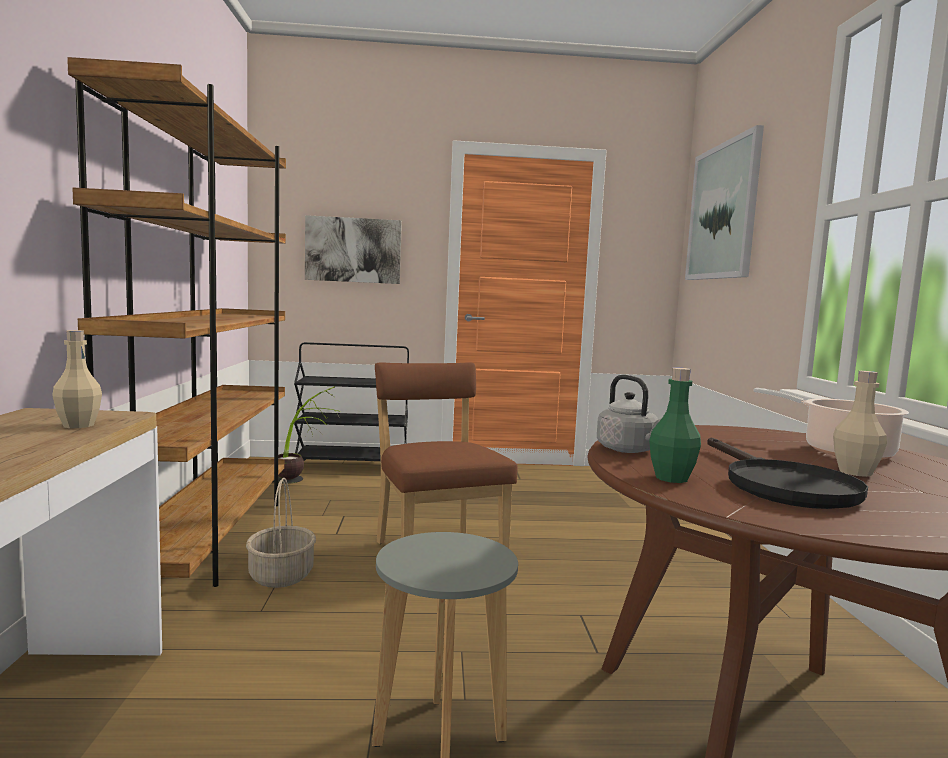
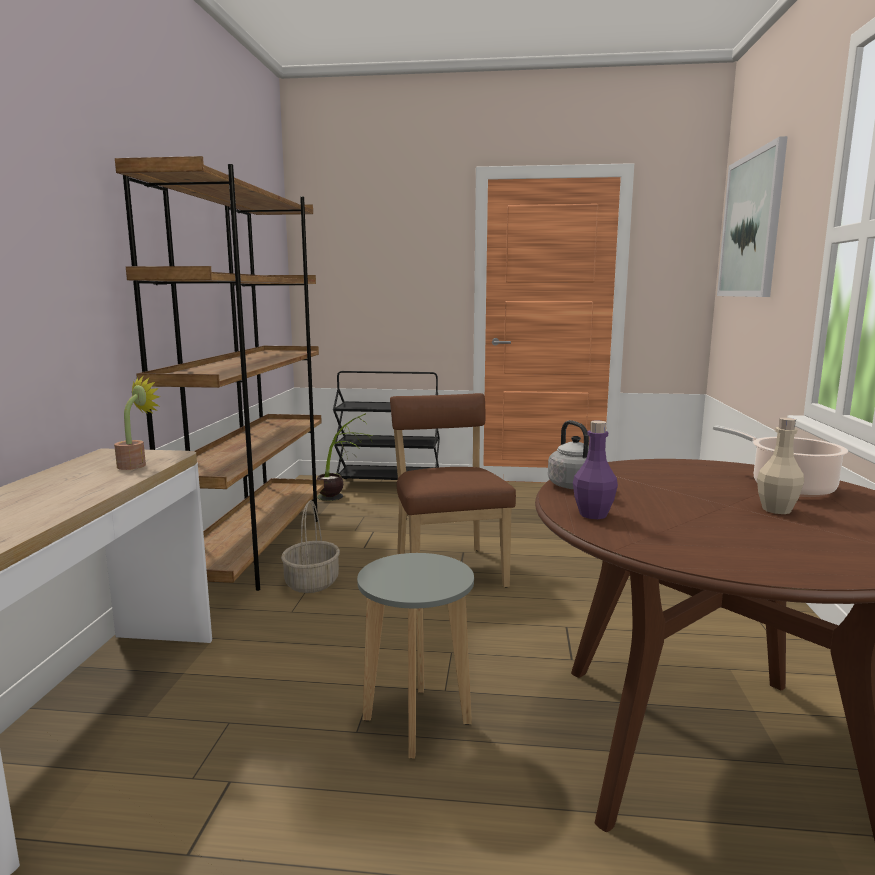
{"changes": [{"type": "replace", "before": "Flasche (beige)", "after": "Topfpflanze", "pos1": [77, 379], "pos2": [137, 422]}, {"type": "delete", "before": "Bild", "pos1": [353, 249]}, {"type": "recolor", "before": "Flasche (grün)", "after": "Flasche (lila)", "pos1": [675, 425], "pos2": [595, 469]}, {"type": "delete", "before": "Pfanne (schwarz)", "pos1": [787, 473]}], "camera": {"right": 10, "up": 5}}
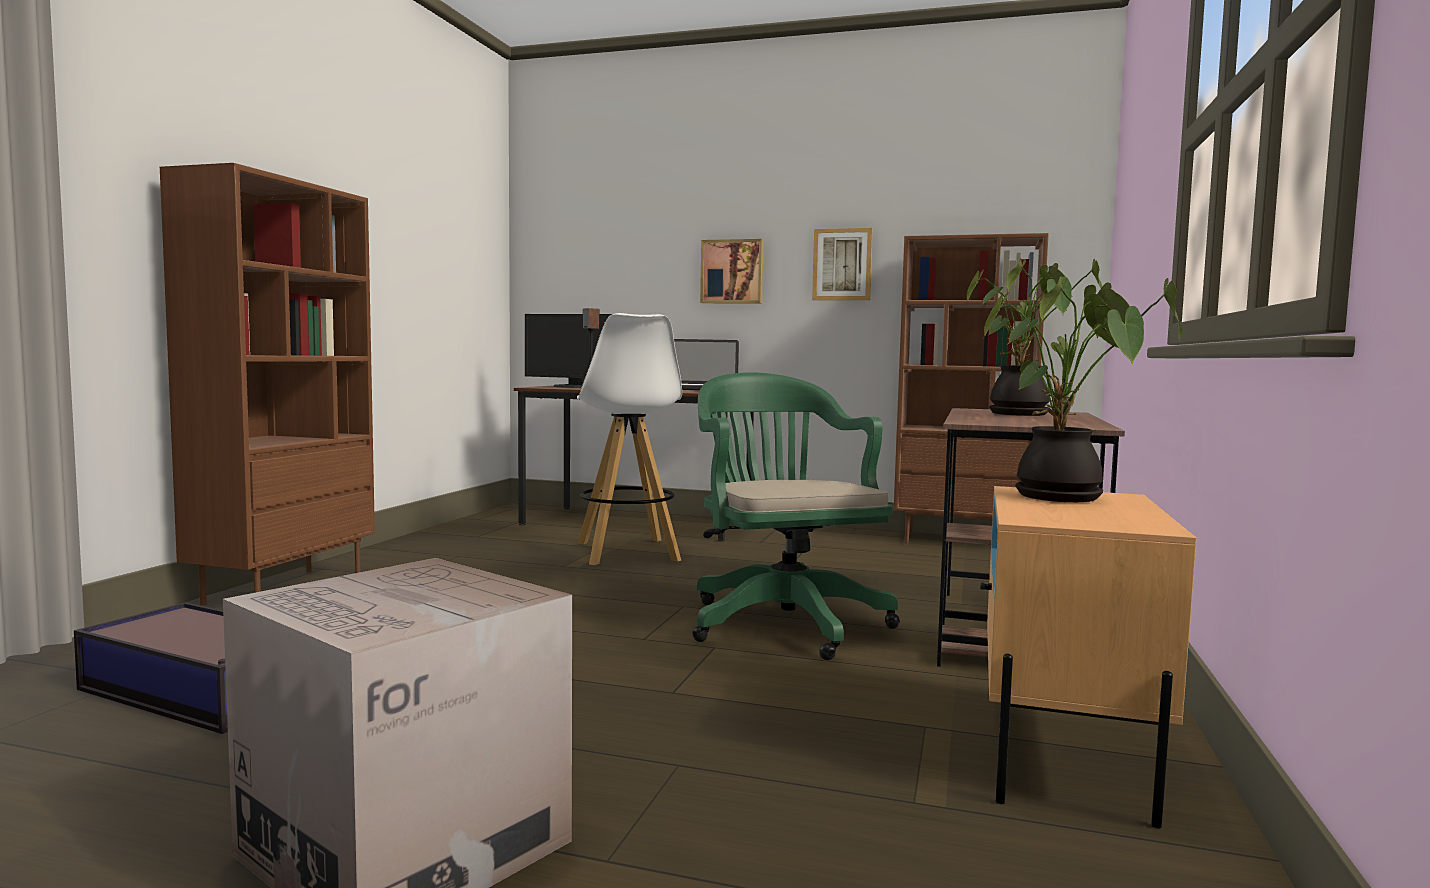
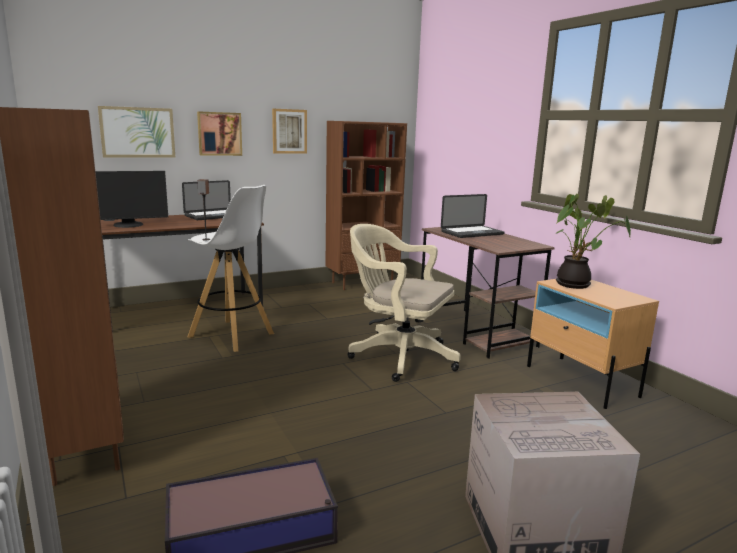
{"changes": [{"type": "recolor", "before": "Bürostuhl (grün)", "after": "Bürostuhl (beige)", "pos1": [796, 516], "pos2": [404, 303]}, {"type": "replace", "before": "Topfpflanze", "after": "Laptop", "pos1": [1034, 337], "pos2": [473, 216]}, {"type": "insert", "after": "Bild", "pos2": [137, 132]}], "camera": {"right": -45, "up": 10}}
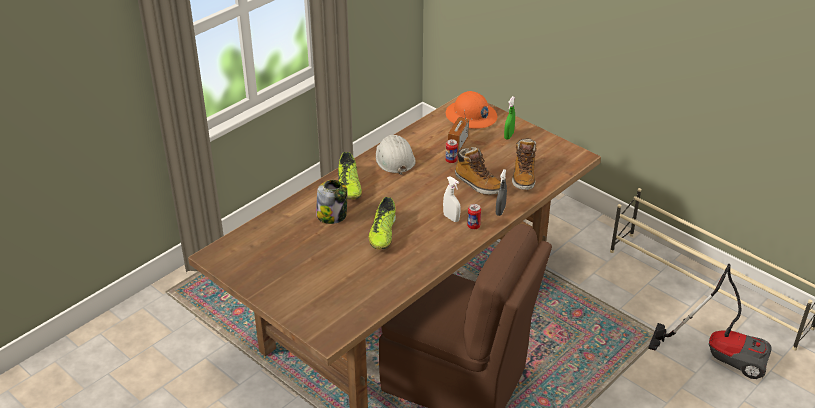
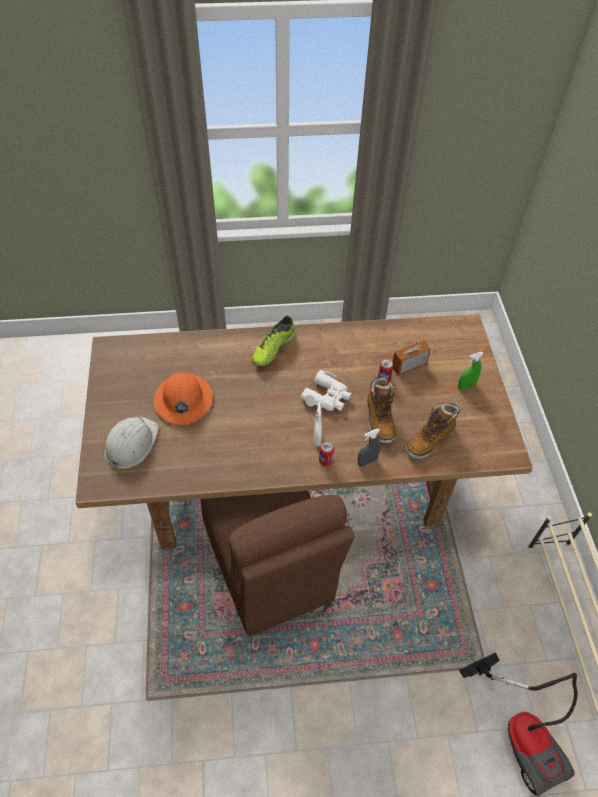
{"changes": [{"type": "delete", "before": "Vorratsglas", "pos1": [332, 202]}, {"type": "delete", "before": "Schuh", "pos1": [382, 223]}, {"type": "move", "before": "Schutzhelm (weiß)", "pos1": [396, 155], "pos2": [131, 442]}, {"type": "move", "before": "Schutzhelm (orange)", "pos1": [471, 110], "pos2": [183, 398]}, {"type": "insert", "after": "Fernglas (weiß)", "pos2": [326, 390]}], "camera": {"right": 40, "up": 15}}
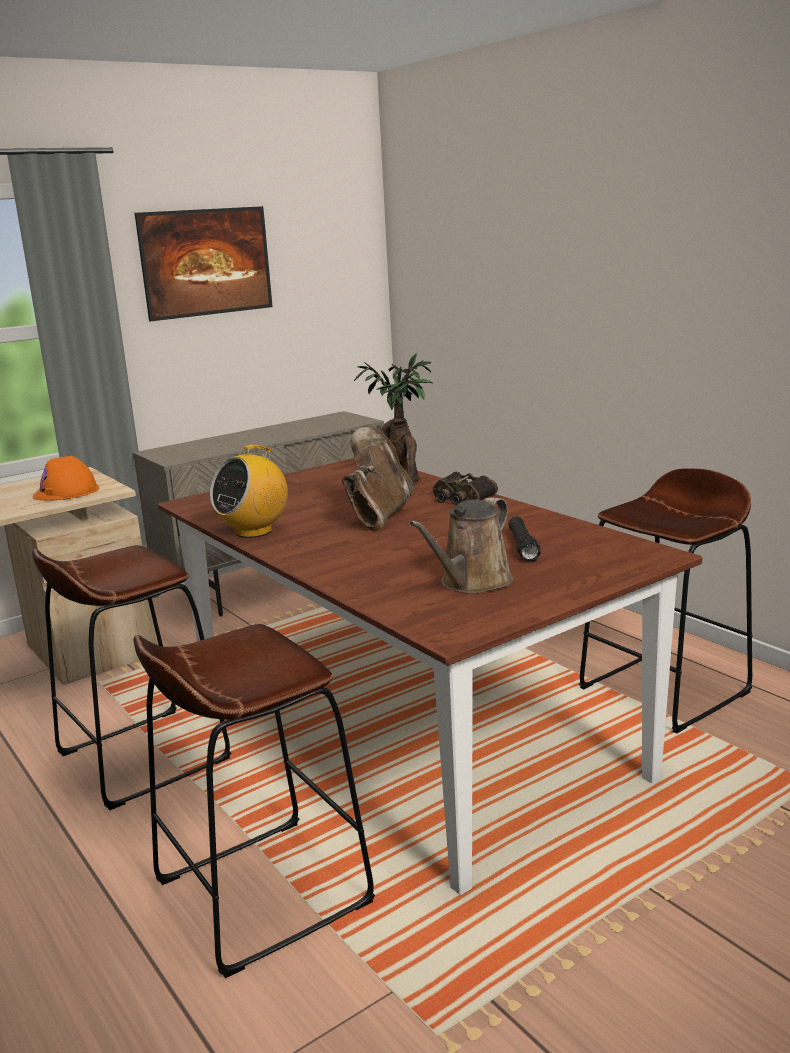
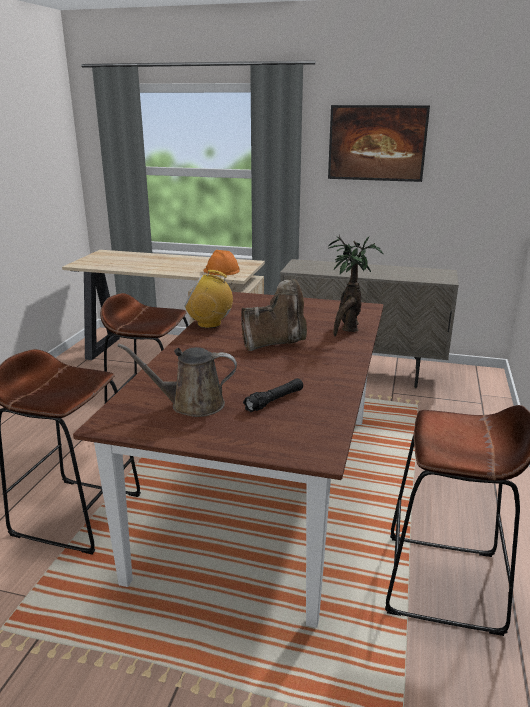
{"changes": [{"type": "delete", "before": "Fernglas", "pos1": [465, 488]}], "camera": {"right": 50, "up": 5}}
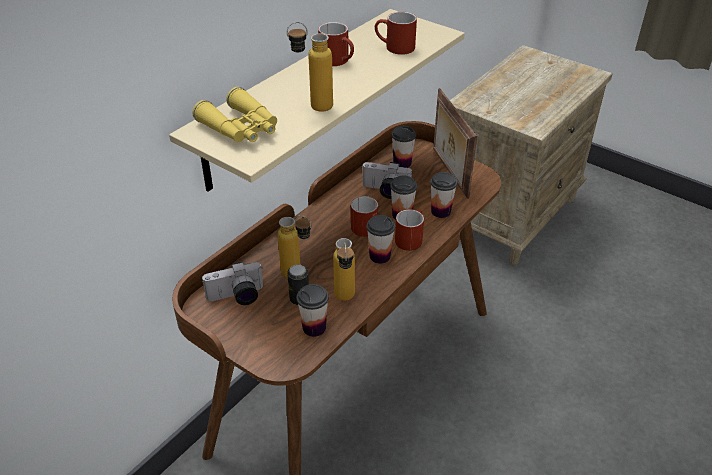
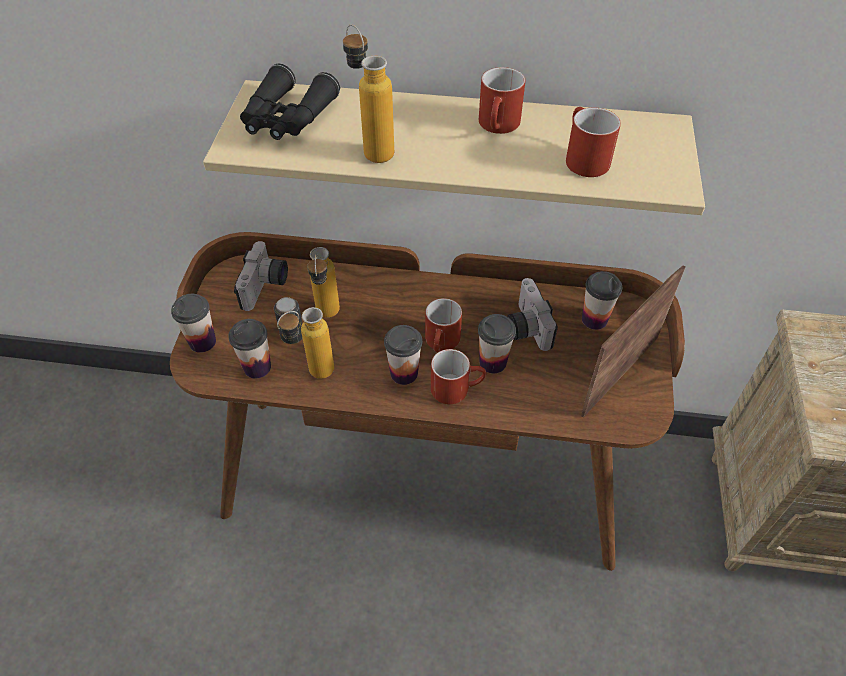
{"changes": [{"type": "recolor", "before": "Fernglas (gelb)", "after": "Fernglas (schwarz)", "pos1": [234, 114], "pos2": [290, 102]}, {"type": "rotate", "before": "Kamera", "pos1": [232, 283], "pos2": [261, 276], "turn": -120}, {"type": "move", "before": "Tasse", "pos1": [443, 195], "pos2": [193, 323]}], "camera": {"right": 60, "up": 10}}
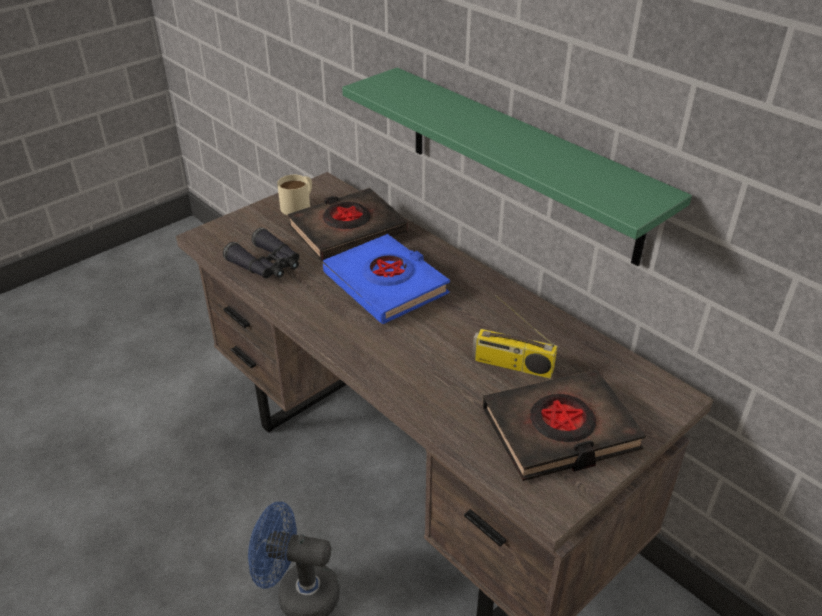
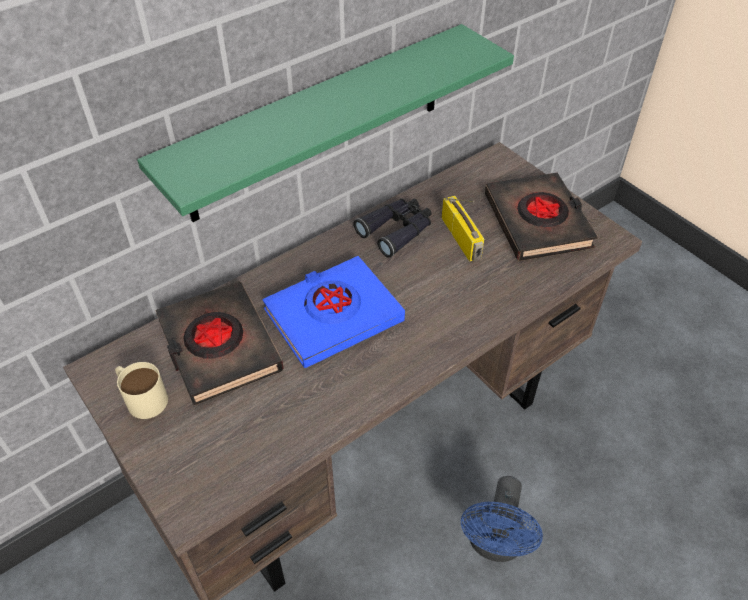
{"changes": [{"type": "move", "before": "Fernglas (schwarz)", "pos1": [261, 253], "pos2": [393, 228]}, {"type": "rotate", "before": "Radio", "pos1": [514, 337], "pos2": [463, 229], "turn": -45}], "camera": {"right": -85, "up": 10}}
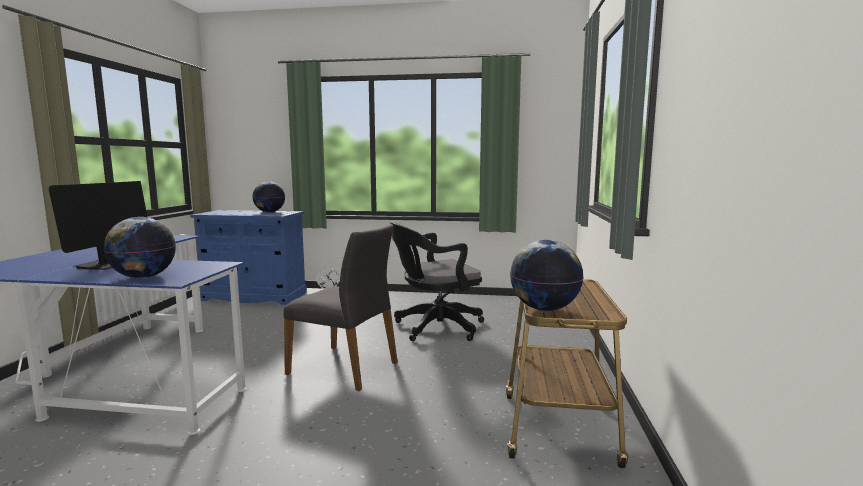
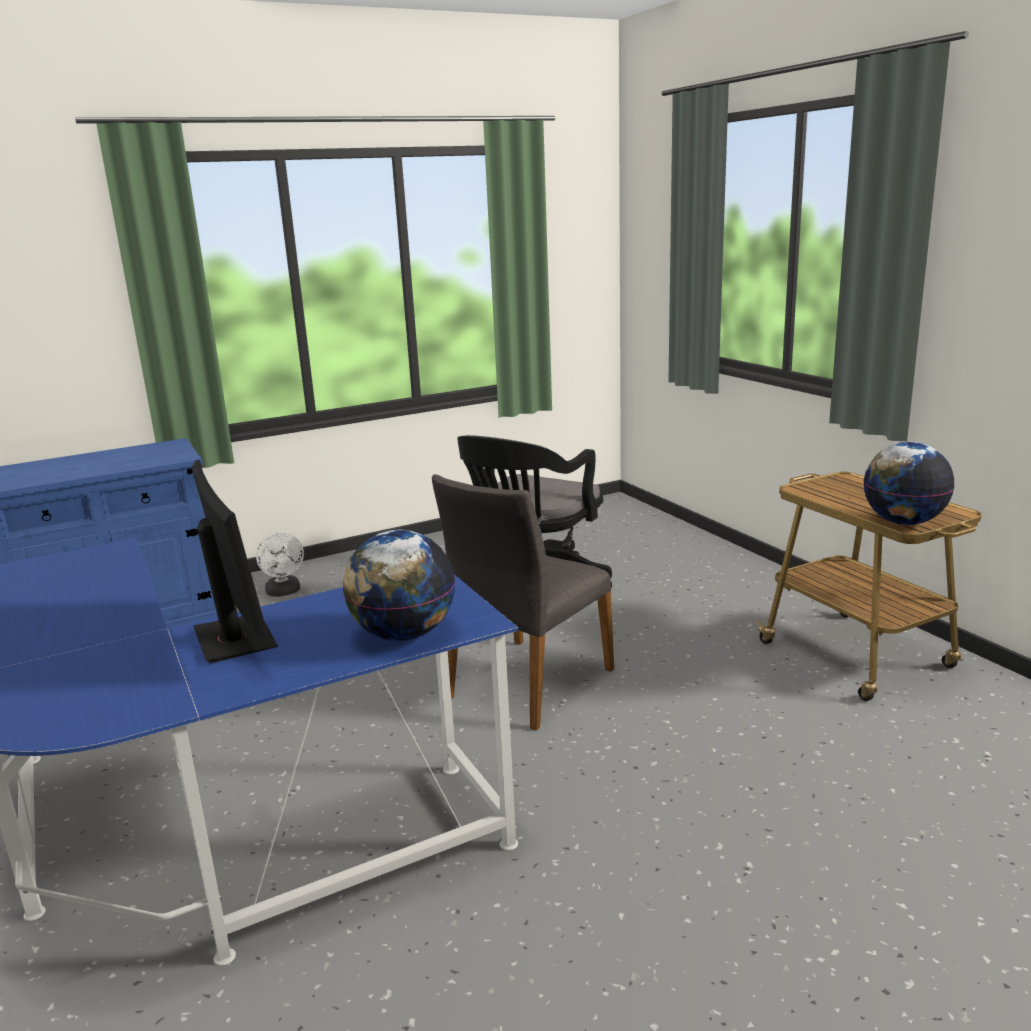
{"changes": [{"type": "delete", "before": "Globus", "pos1": [268, 196]}, {"type": "rotate", "before": "Stuhl (grau)", "pos1": [341, 307], "pos2": [523, 602], "turn": 135}], "camera": {"right": -35, "up": 10}}
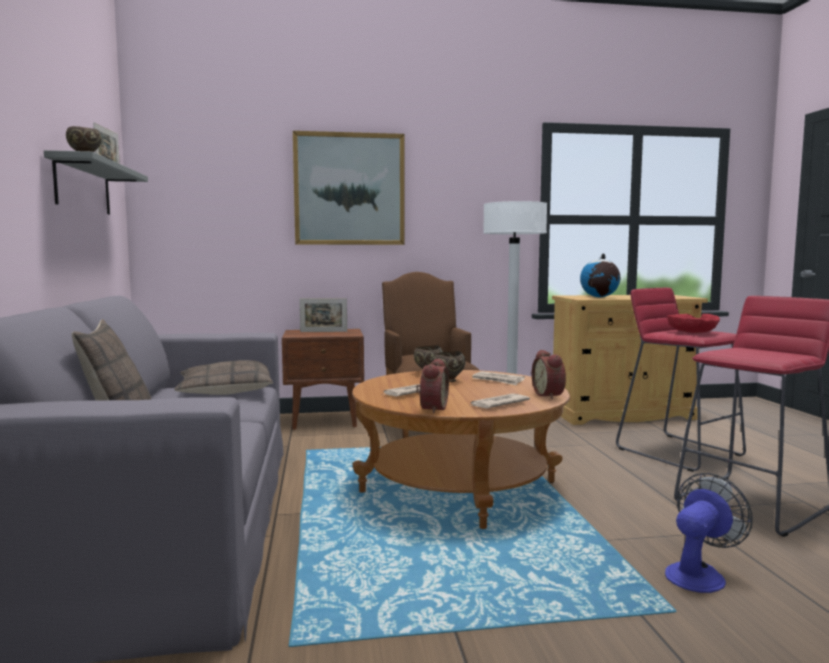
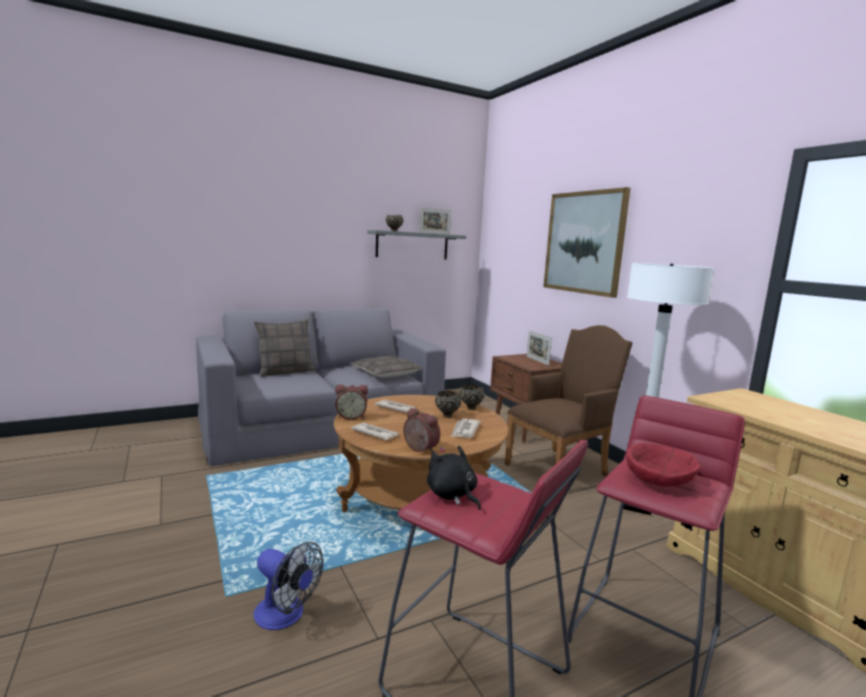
{"changes": [{"type": "rotate", "before": "Wecker", "pos1": [549, 374], "pos2": [421, 430], "turn": 75}, {"type": "delete", "before": "Globus", "pos1": [600, 275]}, {"type": "insert", "after": "Plüschtier (schwarz)", "pos2": [454, 477]}], "camera": {"right": 70, "up": 5}}
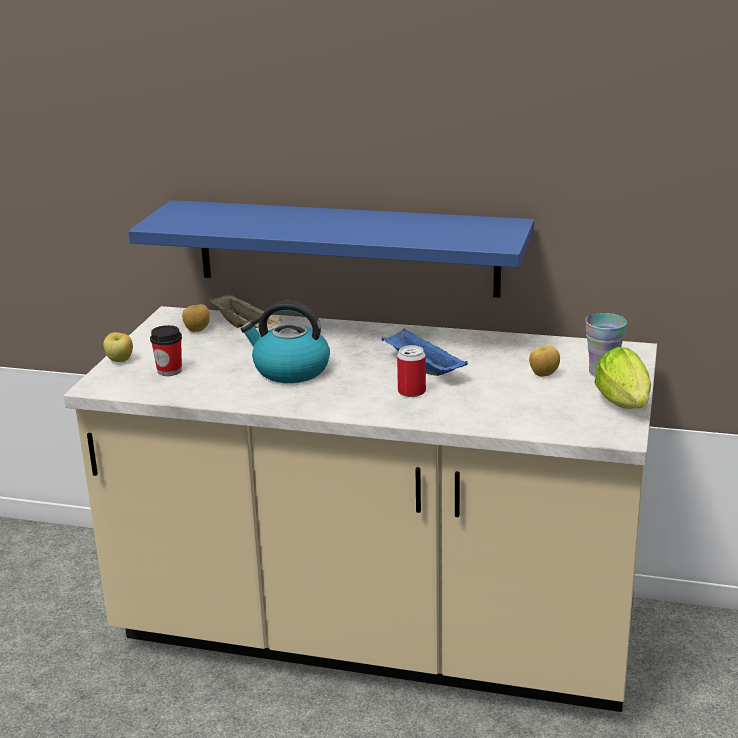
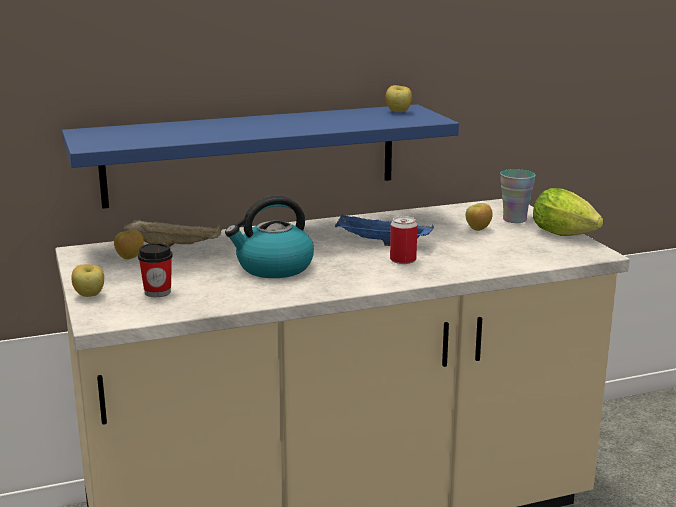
{"changes": [{"type": "insert", "after": "Apfel", "pos2": [398, 98]}], "camera": {"right": -35, "up": -5}}
